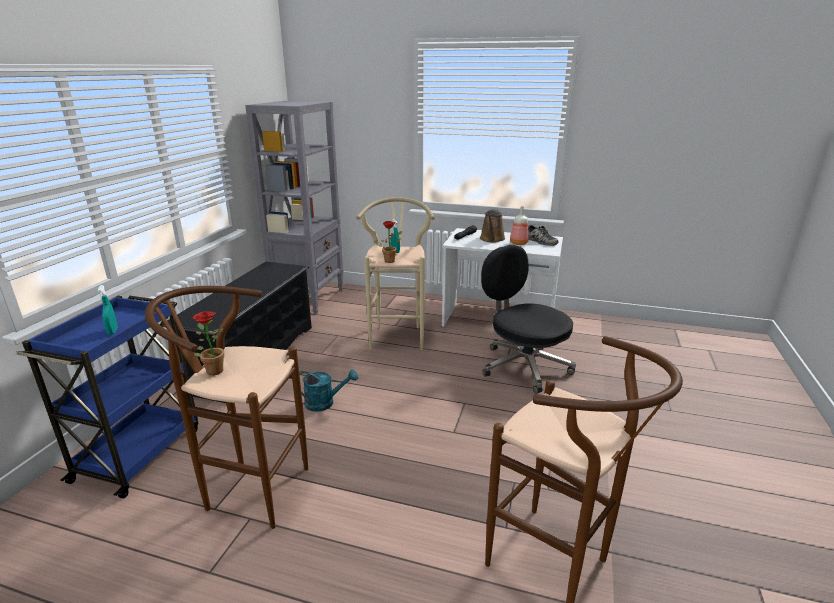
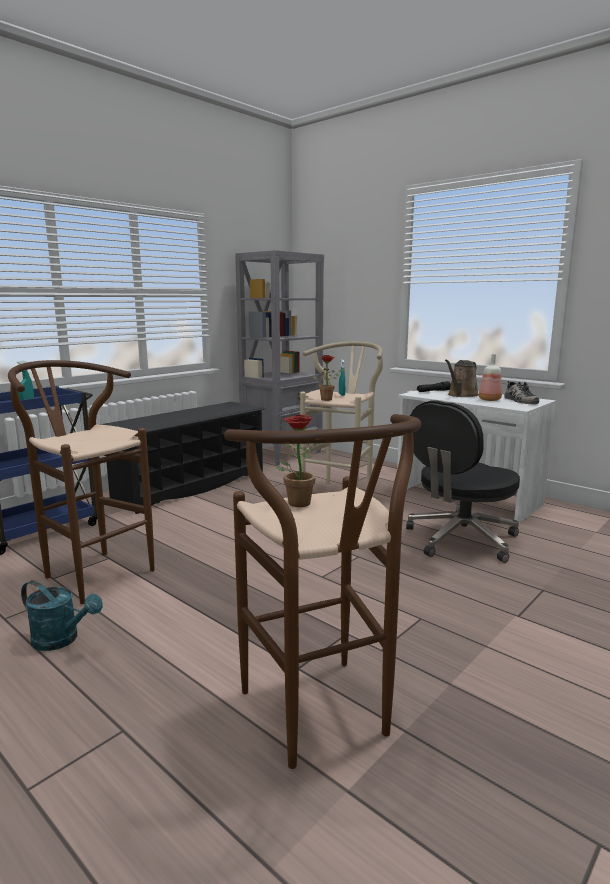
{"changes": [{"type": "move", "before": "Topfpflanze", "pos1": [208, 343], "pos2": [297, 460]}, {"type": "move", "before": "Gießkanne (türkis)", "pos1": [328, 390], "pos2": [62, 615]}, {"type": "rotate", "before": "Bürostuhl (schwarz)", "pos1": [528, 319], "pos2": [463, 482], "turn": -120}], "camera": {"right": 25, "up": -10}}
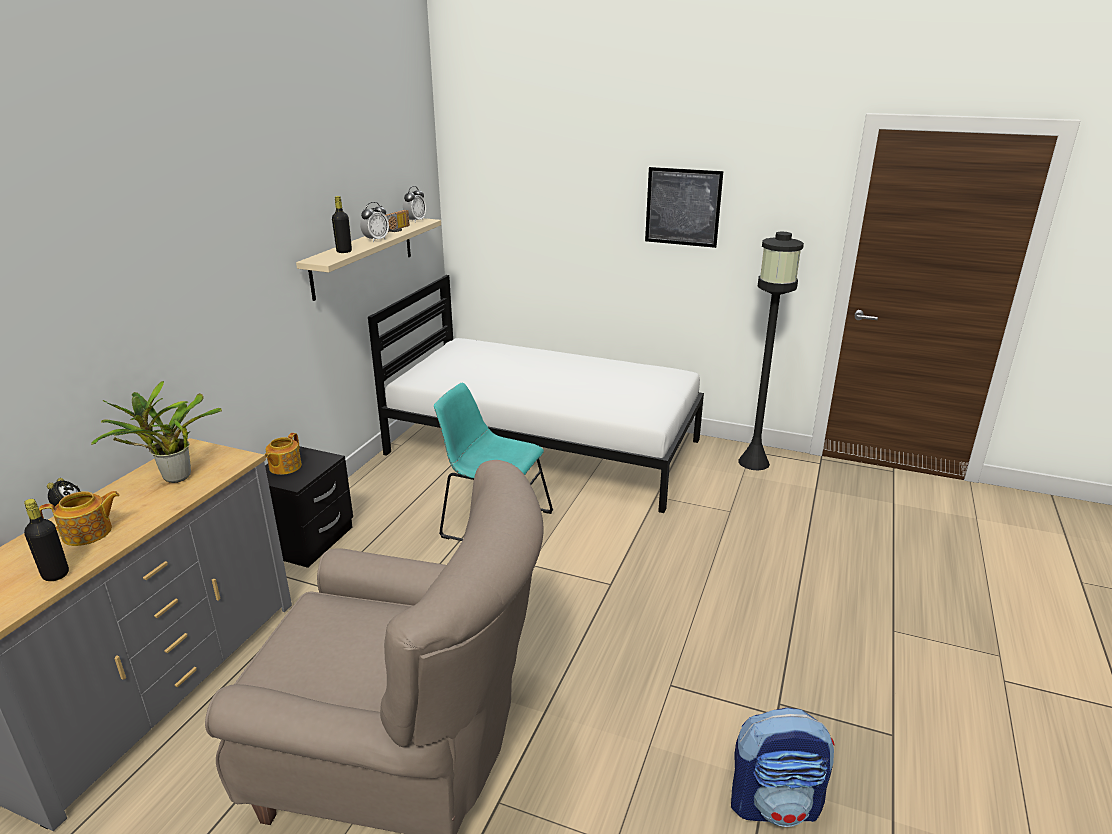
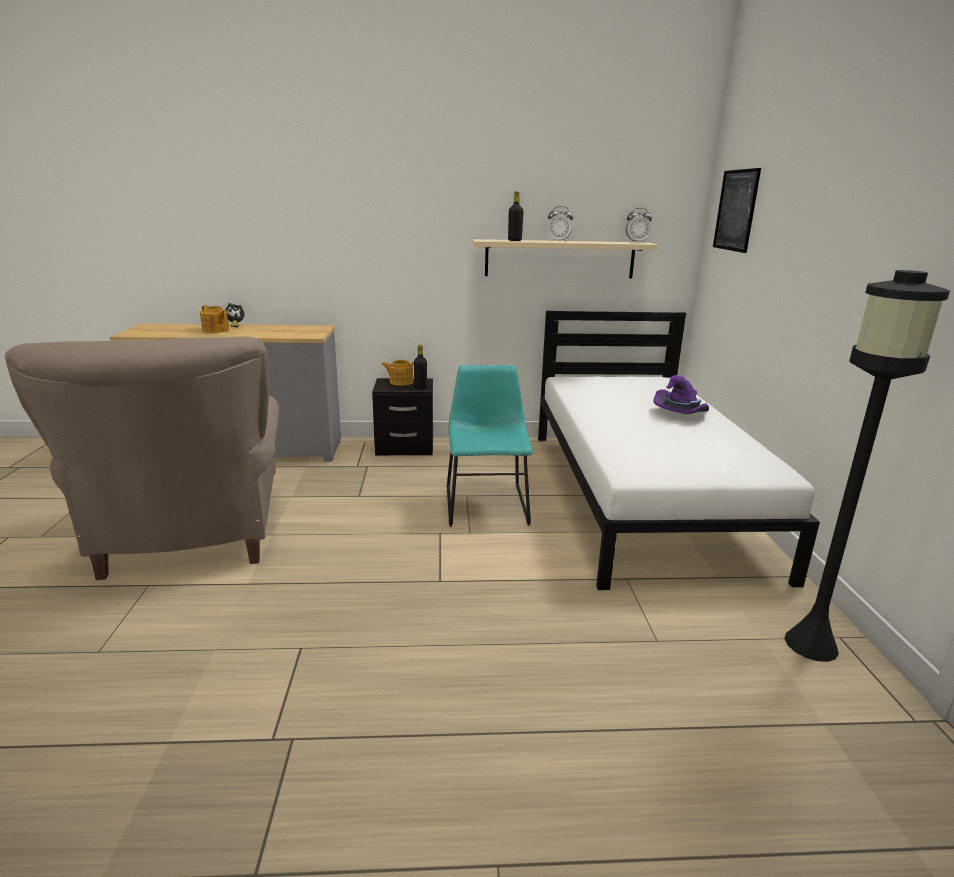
{"changes": [{"type": "move", "before": "Flasche (schwarz)", "pos1": [46, 540], "pos2": [420, 367]}, {"type": "delete", "before": "Topfpflanze", "pos1": [156, 431]}, {"type": "delete", "before": "Radio", "pos1": [397, 221]}, {"type": "move", "before": "Bild", "pos1": [684, 207], "pos2": [737, 210]}, {"type": "delete", "before": "Rucksack", "pos1": [783, 767]}, {"type": "insert", "after": "Hut (lila)", "pos2": [681, 394]}], "camera": {"right": 65, "up": -5}}
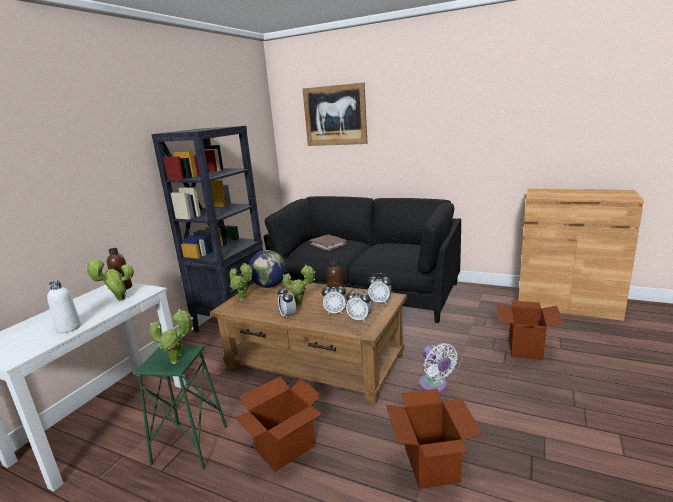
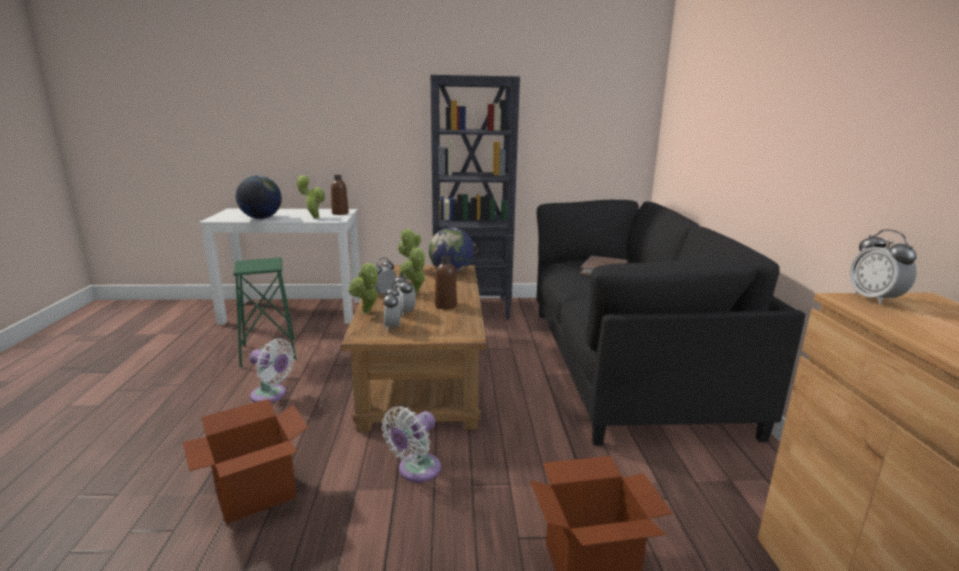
{"changes": [{"type": "replace", "before": "Flasche (weiß)", "after": "Globus", "pos1": [64, 306], "pos2": [259, 197]}, {"type": "move", "before": "Topfpflanze", "pos1": [171, 336], "pos2": [364, 288]}, {"type": "replace", "before": "Karton", "after": "Ventilator (weiß)", "pos1": [278, 424], "pos2": [272, 371]}, {"type": "delete", "before": "Bild", "pos1": [335, 114]}, {"type": "move", "before": "Wecker", "pos1": [380, 288], "pos2": [883, 267]}], "camera": {"right": 60, "up": 0}}
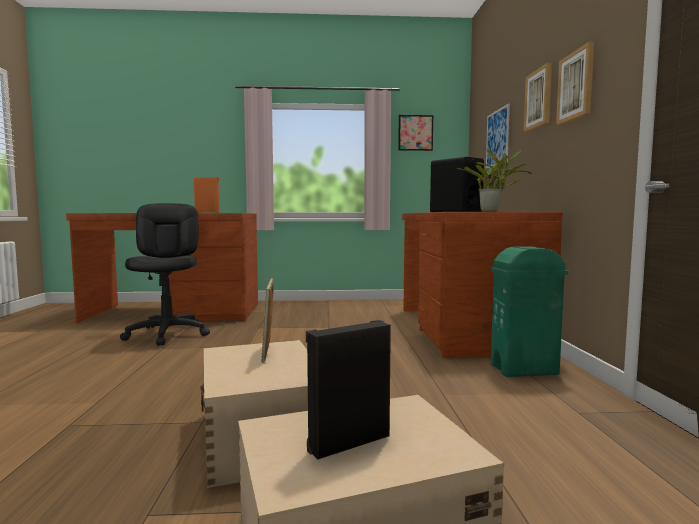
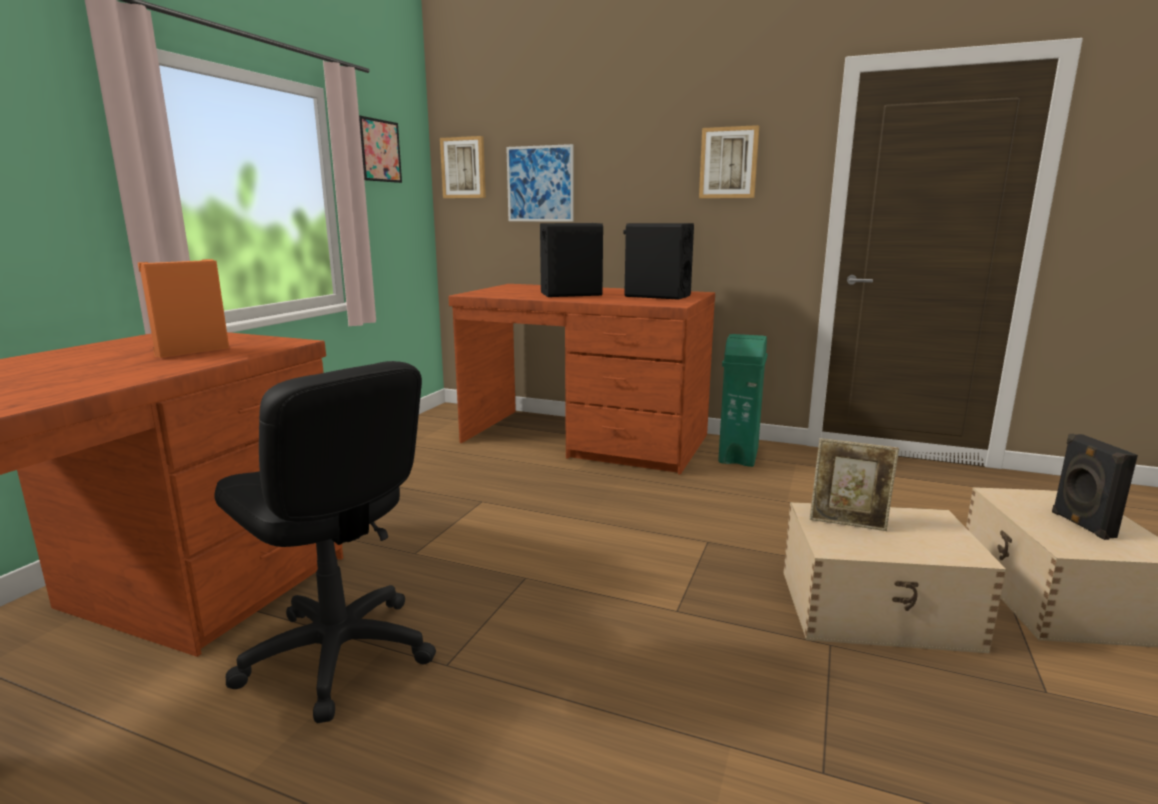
{"changes": [{"type": "rotate", "before": "Bürostuhl (schwarz)", "pos1": [165, 274], "pos2": [325, 542], "turn": -150}, {"type": "replace", "before": "Topfpflanze", "after": "Lautsprecher (schwarz)", "pos1": [494, 180], "pos2": [658, 261]}, {"type": "move", "before": "Bild", "pos1": [538, 97], "pos2": [463, 167]}], "camera": {"right": -65, "up": 10}}
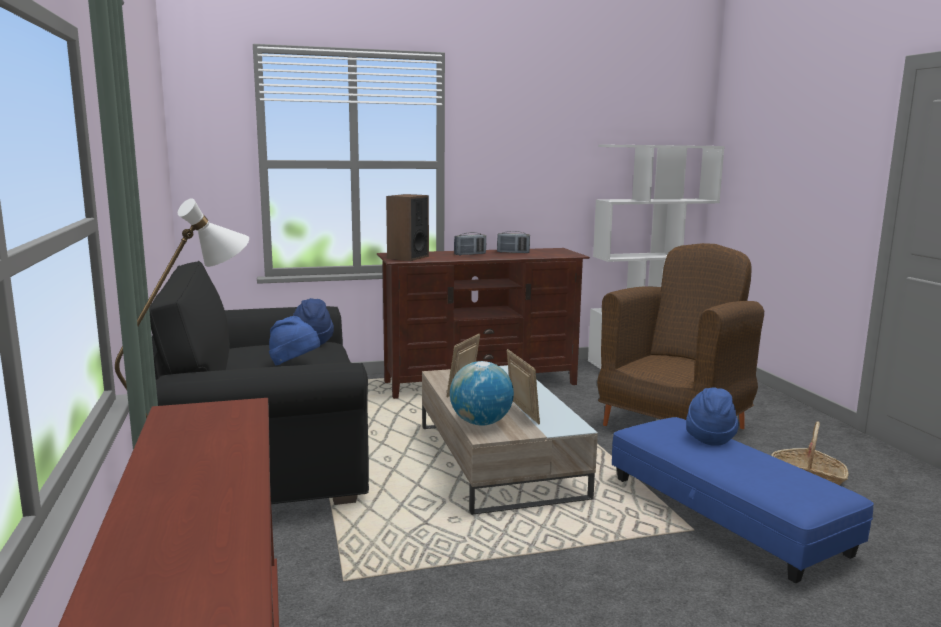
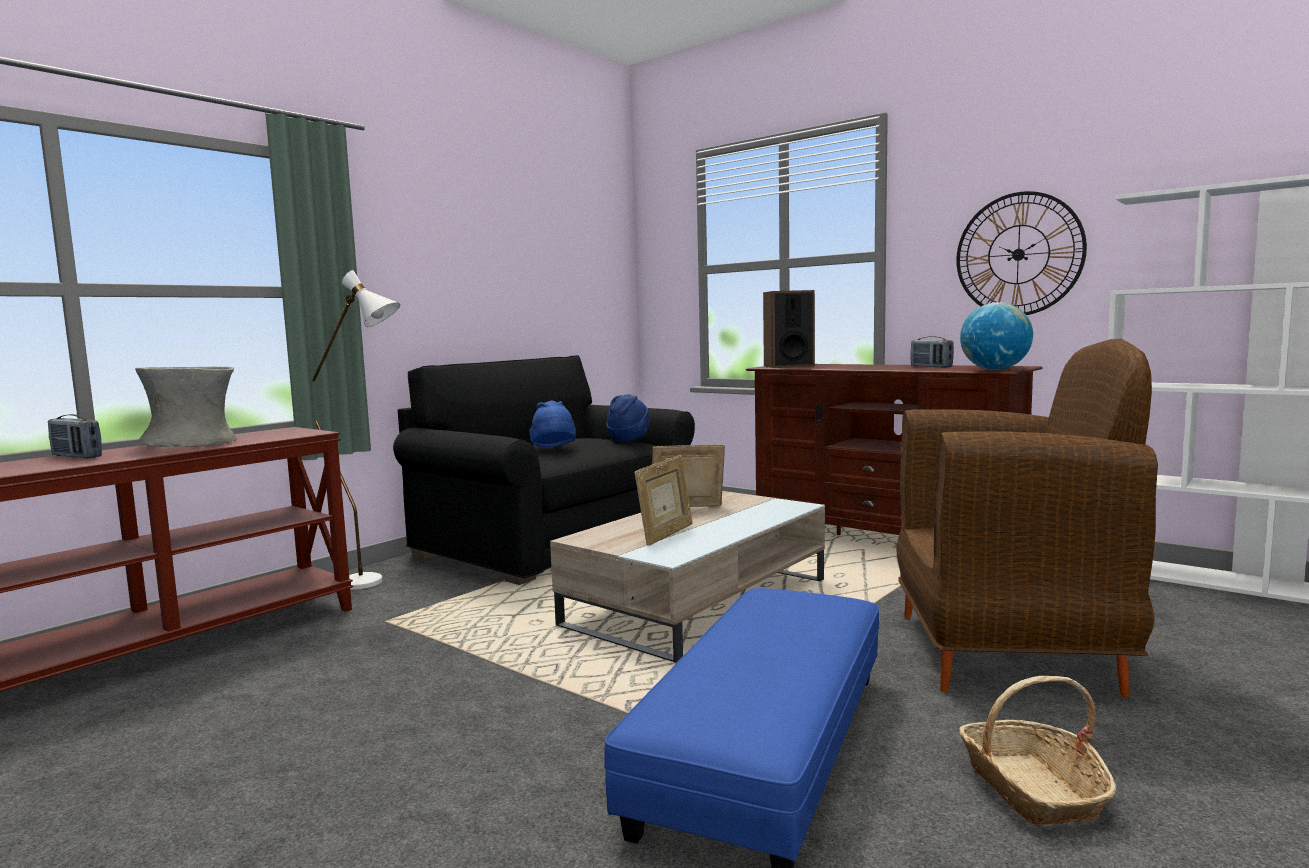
{"changes": [{"type": "move", "before": "Globus", "pos1": [482, 393], "pos2": [996, 336]}, {"type": "move", "before": "Radio", "pos1": [470, 243], "pos2": [75, 436]}, {"type": "delete", "before": "Hut (blau)", "pos1": [712, 416]}, {"type": "insert", "after": "Vase (grau)", "pos2": [186, 407]}, {"type": "insert", "after": "Wanduhr", "pos2": [1021, 253]}], "camera": {"right": 55, "up": -5}}
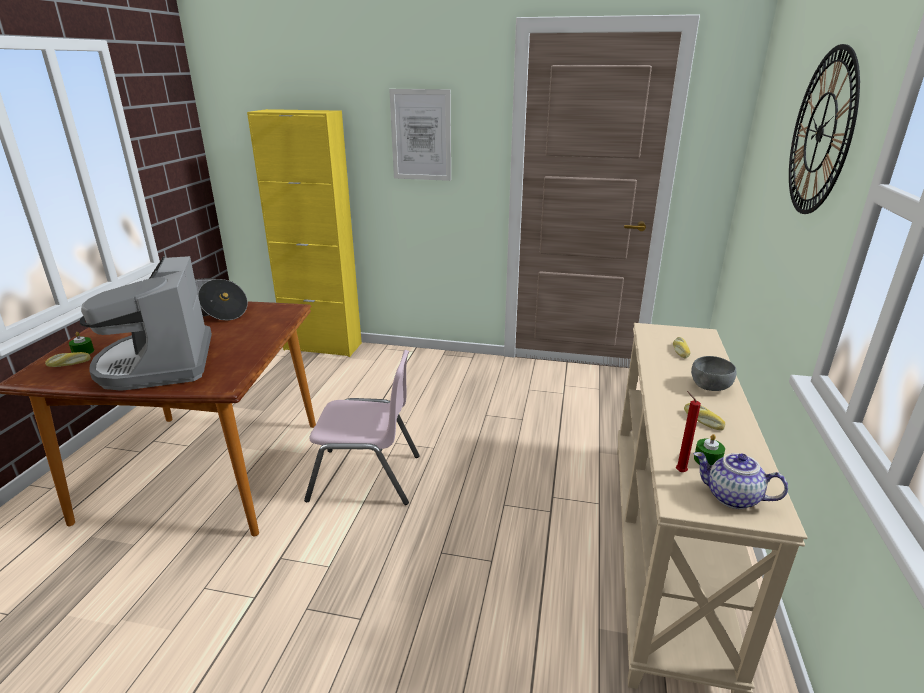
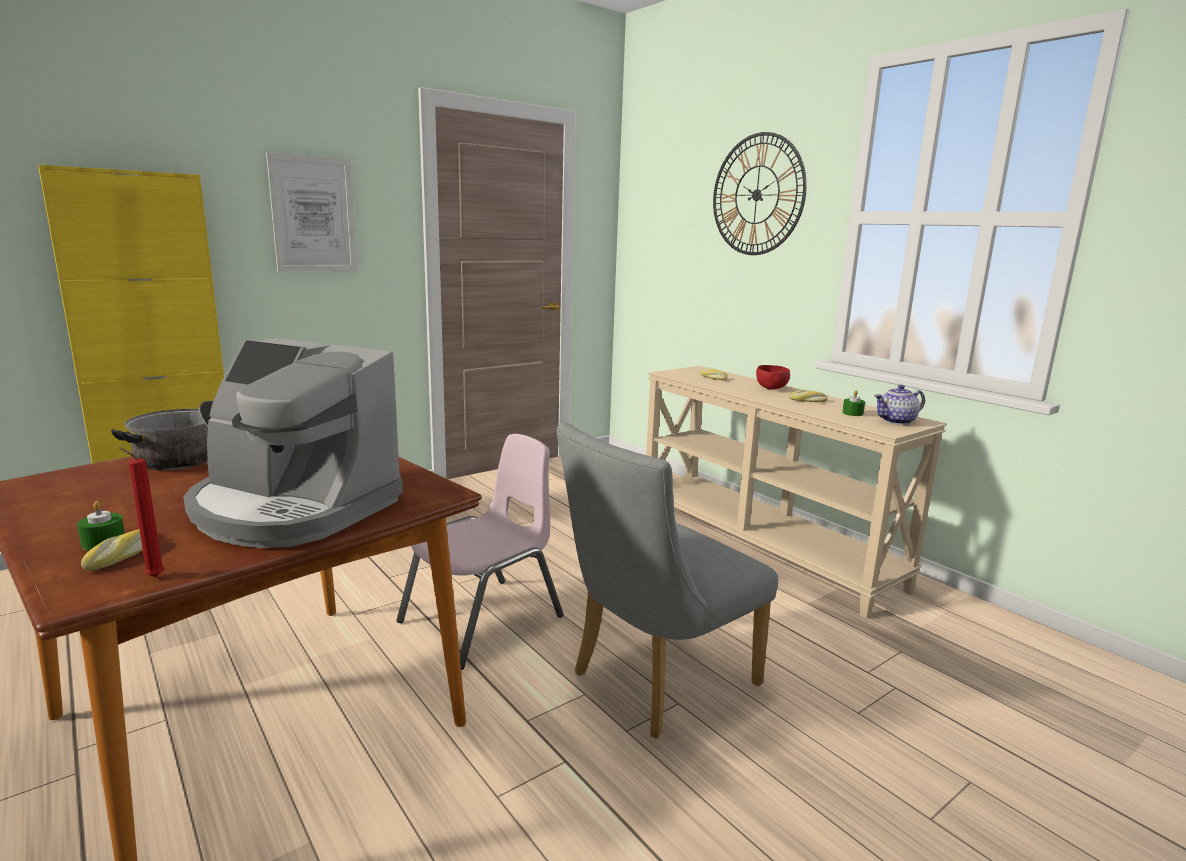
{"changes": [{"type": "move", "before": "Kerze (rot)", "pos1": [688, 431], "pos2": [141, 512]}, {"type": "recolor", "before": "Schüssel (grau)", "after": "Schüssel (rot)", "pos1": [714, 373], "pos2": [773, 377]}, {"type": "insert", "after": "Stuhl (grau)", "pos2": [667, 580]}], "camera": {"right": -50, "up": -10}}
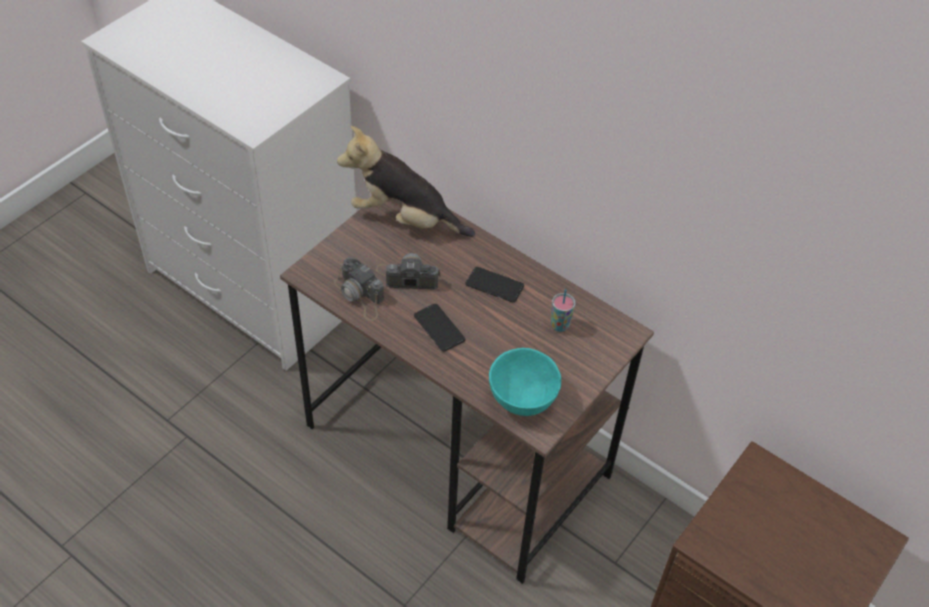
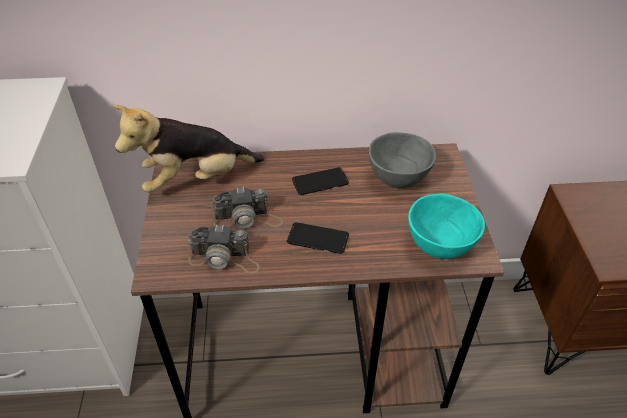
{"changes": [{"type": "rotate", "before": "Kamera", "pos1": [408, 271], "pos2": [247, 207], "turn": -150}, {"type": "replace", "before": "Tasse", "after": "Schüssel (grau)", "pos1": [563, 310], "pos2": [402, 160]}], "camera": {"right": -40, "up": -5}}
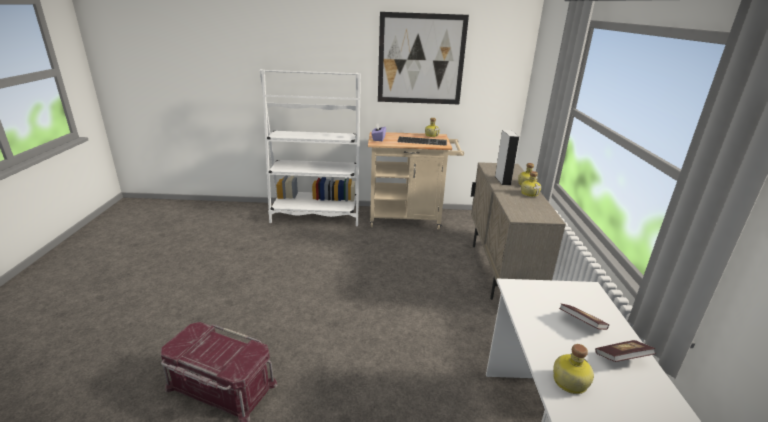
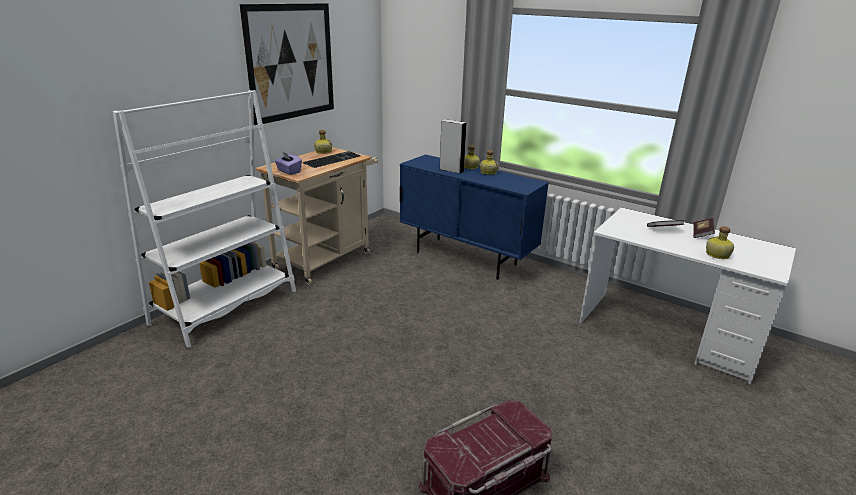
{"changes": [{"type": "recolor", "before": "Schrank (beige)", "after": "Schrank (blau)", "pos1": [518, 231], "pos2": [474, 217]}], "camera": {"right": -55, "up": 0}}
